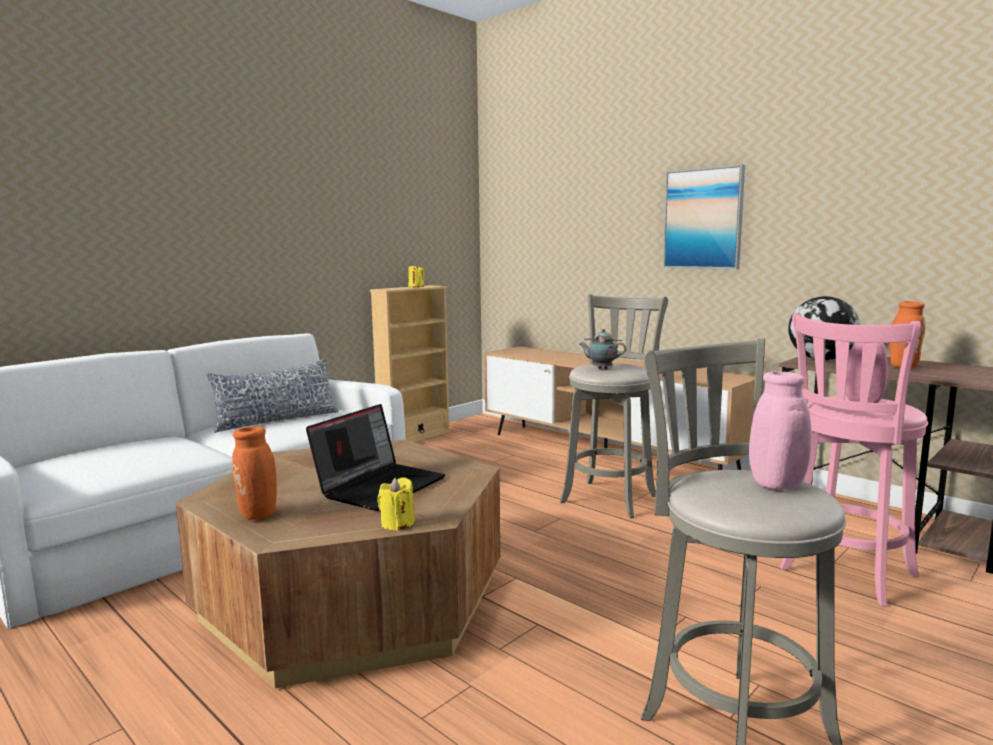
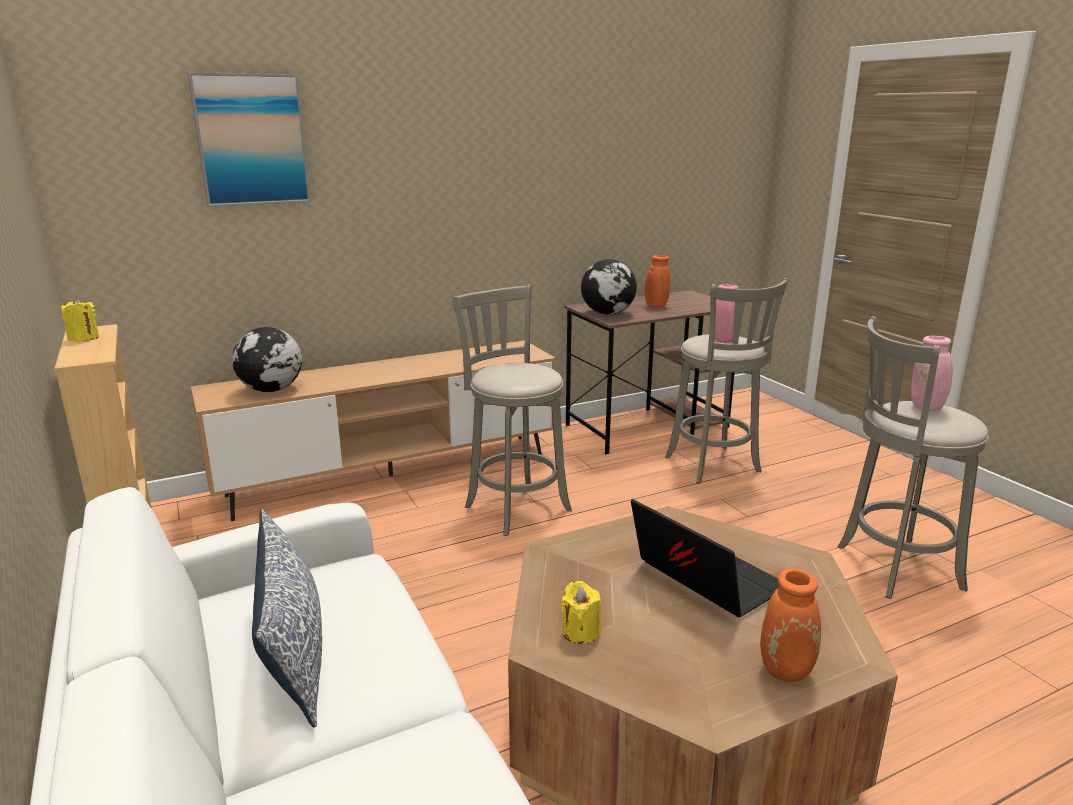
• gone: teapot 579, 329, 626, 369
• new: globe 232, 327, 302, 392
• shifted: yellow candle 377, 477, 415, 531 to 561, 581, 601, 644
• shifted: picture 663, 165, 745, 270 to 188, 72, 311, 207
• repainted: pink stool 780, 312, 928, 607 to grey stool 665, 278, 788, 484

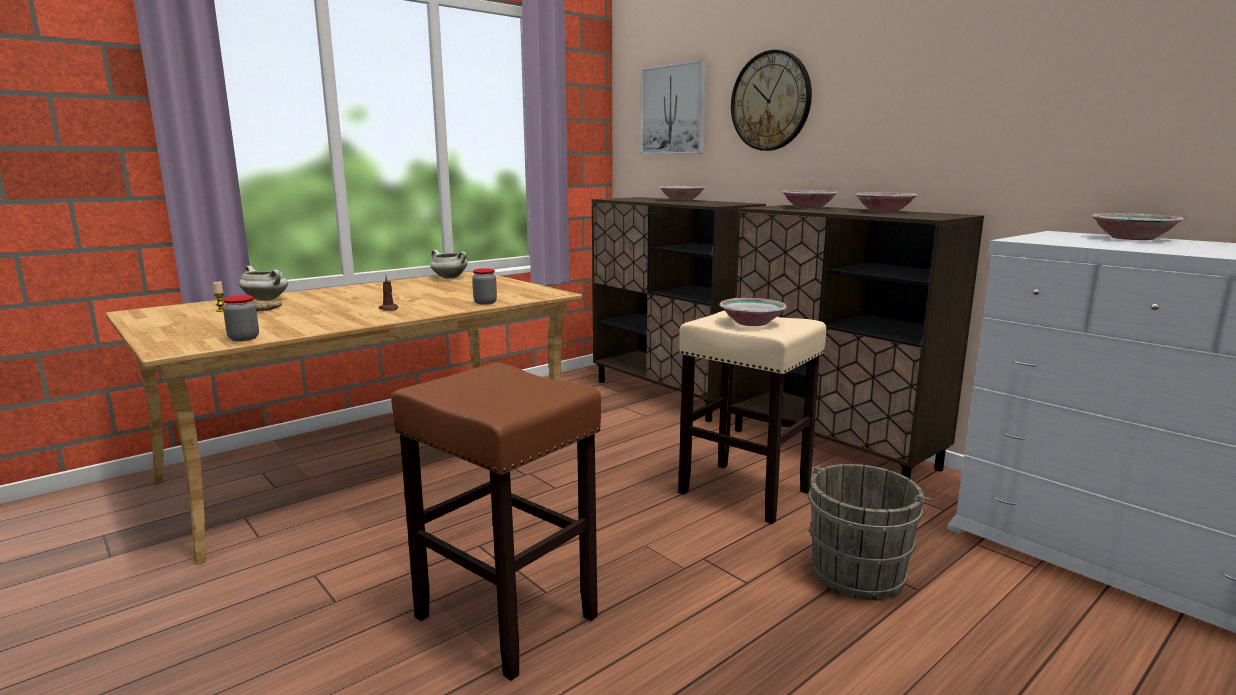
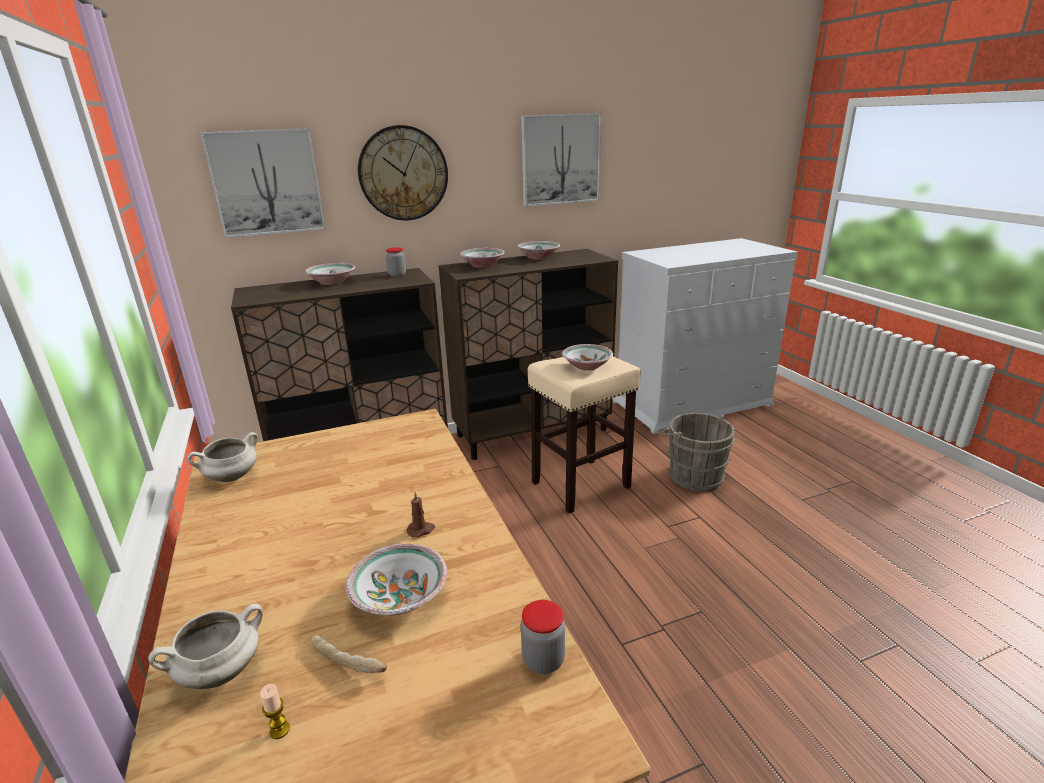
• gone: brown stool 391, 363, 601, 681
• new: picture 521, 113, 602, 207
• shifted: jar 472, 268, 497, 305 to 386, 247, 406, 277
• shifted: bowl 1091, 213, 1184, 240 to 346, 544, 447, 616

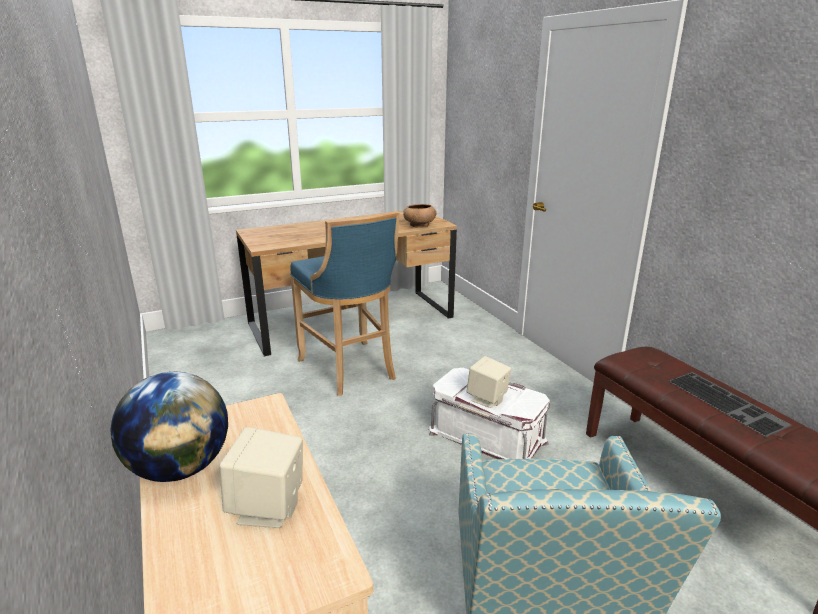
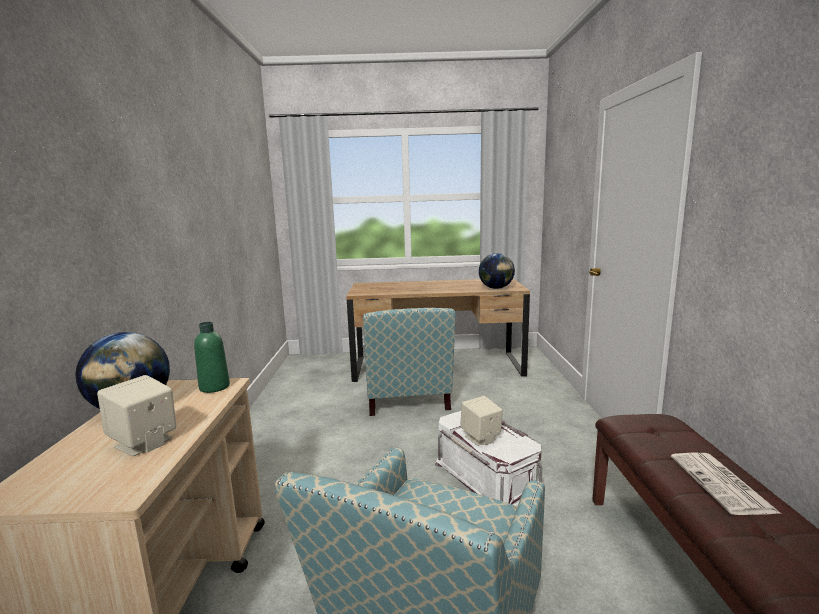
• new: green bottle 194, 322, 230, 393
• swapped: blue stool 290, 211, 399, 396 to armchair 363, 308, 456, 416
• swapped: brown bowl 403, 204, 436, 228 to globe 479, 253, 515, 289
• swapped: keyboard 669, 372, 791, 437 to newspaper 671, 453, 780, 515

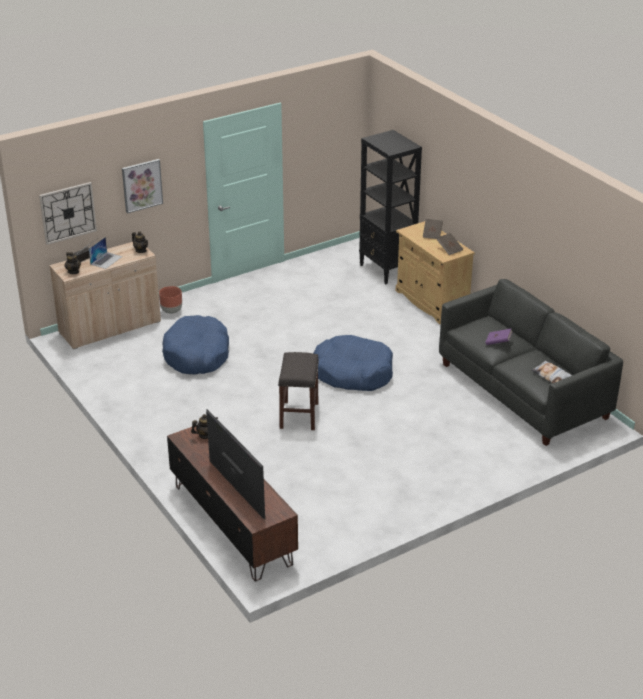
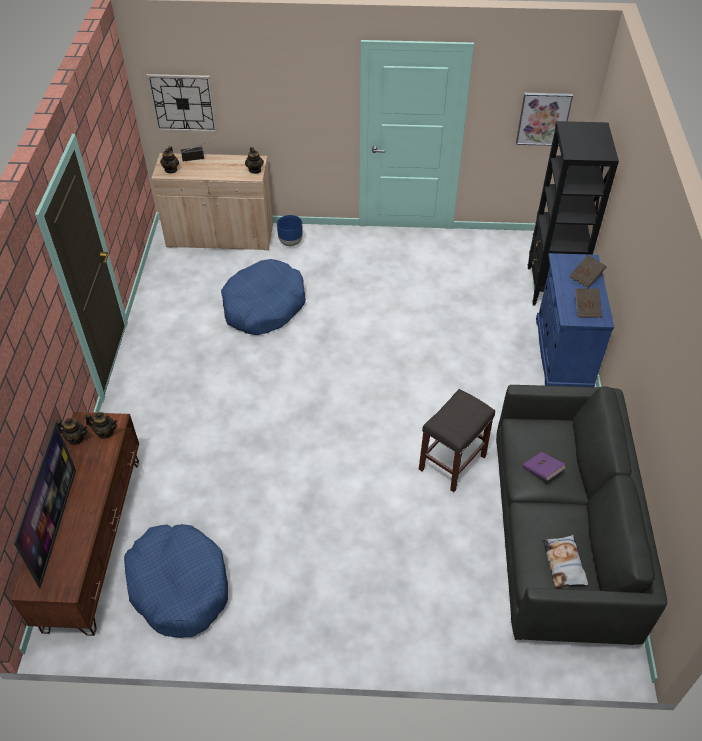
• gone: laptop 89, 237, 122, 269
• new: teapot 55, 418, 87, 445
• shifted: picture 122, 159, 163, 213 to 516, 93, 573, 146
• shifted: grey stool 278, 352, 319, 430 to 419, 389, 495, 492
• shifted: blue dog bed 313, 335, 393, 391 to 124, 524, 228, 638
• repainted: brown planter 159, 286, 182, 314 to blue planter 277, 215, 303, 246
• repainted: beige cabinet 396, 221, 475, 325 to blue cabinet 536, 253, 614, 387

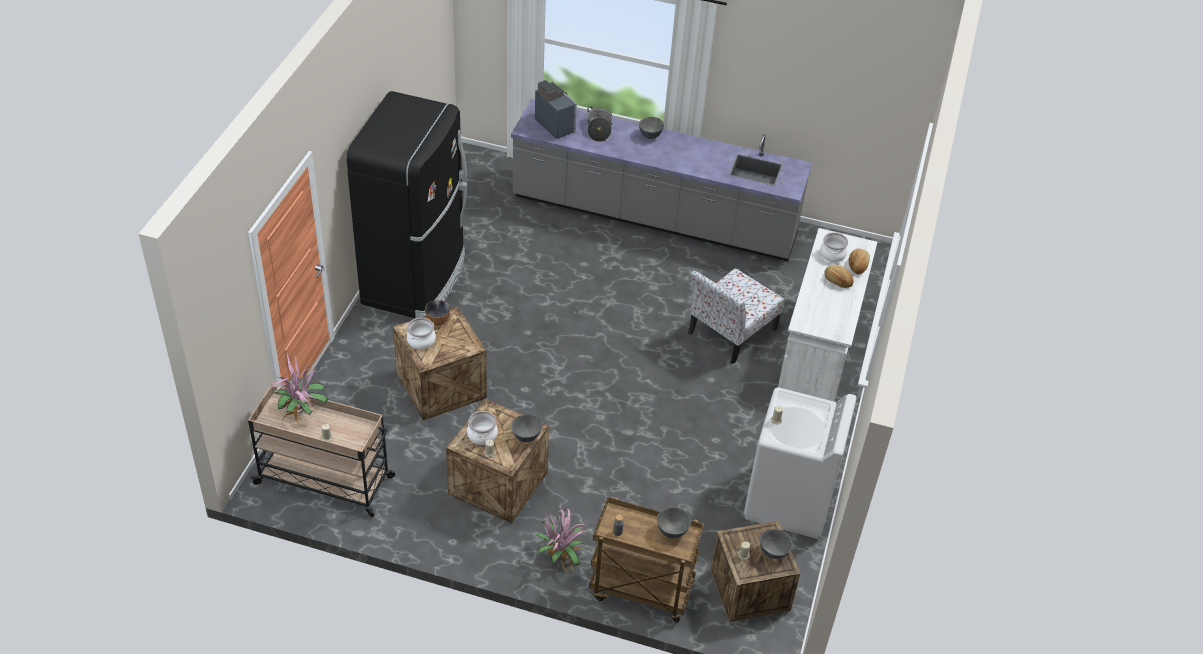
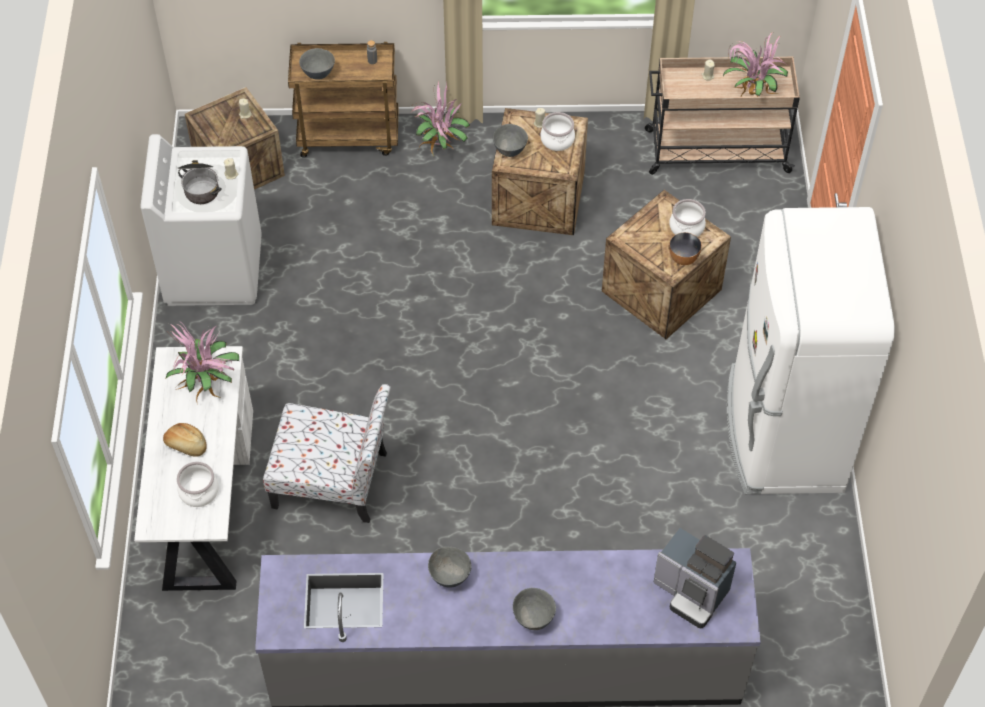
• gone: bread 849, 248, 870, 274
• new: potted plant 166, 319, 239, 401
• shifted: cooking pot 587, 106, 612, 142 to 178, 160, 221, 204
• shifted: grey bowl 760, 529, 792, 559 to 428, 547, 472, 588
• repainted: black fridge 347, 91, 467, 318 to white fridge 727, 207, 895, 494
• rotated: chair 688, 269, 785, 364 = 263, 384, 391, 523 75 degrees clockwise

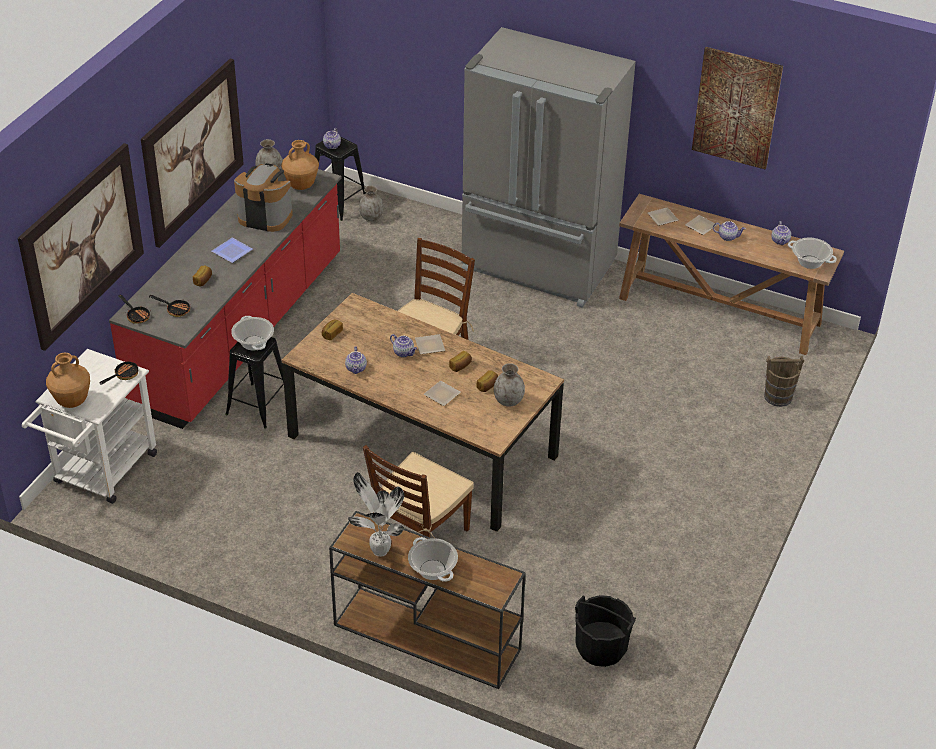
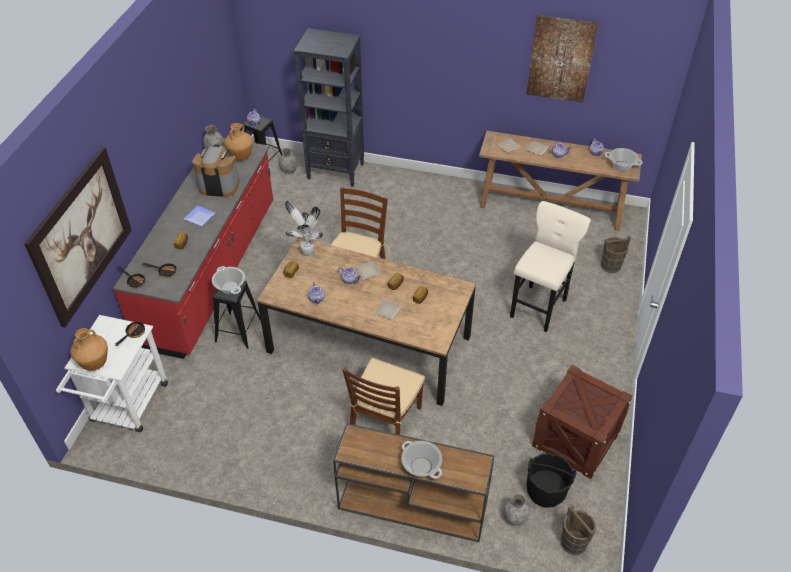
• gone: picture 141, 58, 244, 248
• gone: grey fridge 461, 27, 636, 308
• new: black bookcase 294, 28, 364, 187
• new: beige stool 510, 201, 591, 332
• new: crate 532, 365, 633, 479
• new: brown bucket 561, 505, 596, 555
• shifted: potted plant 348, 472, 404, 557 to 285, 201, 323, 257
• shifted: grey vase 494, 363, 525, 407 to 503, 493, 530, 526

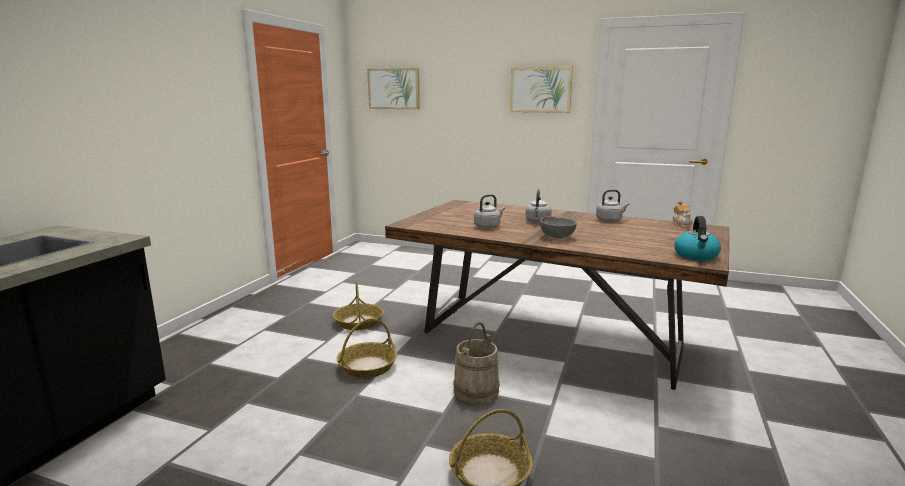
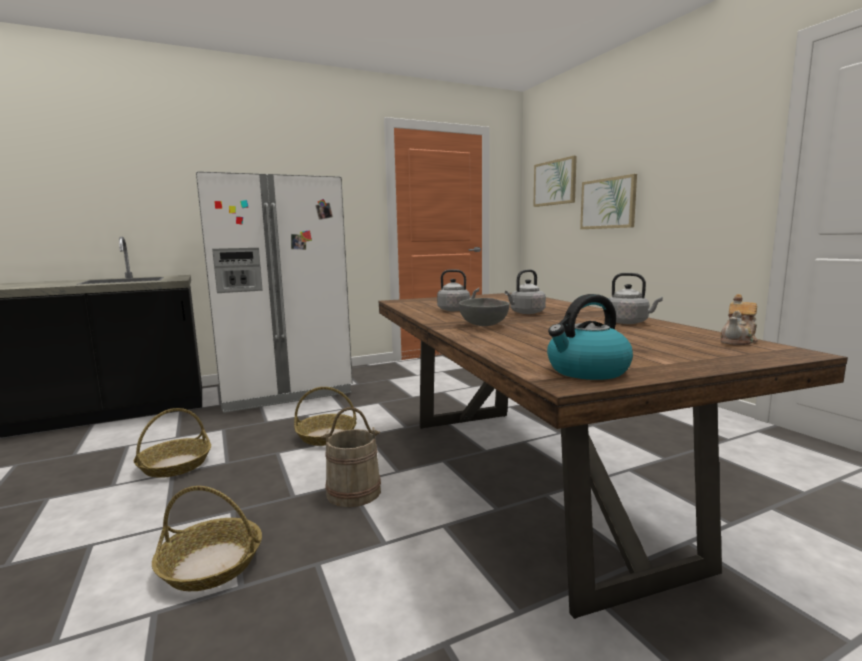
• new: white fridge 196, 171, 353, 413
• shifted: basket 333, 281, 384, 330 to 134, 408, 211, 478
• shifted: picture 510, 67, 573, 113 to 580, 174, 637, 229

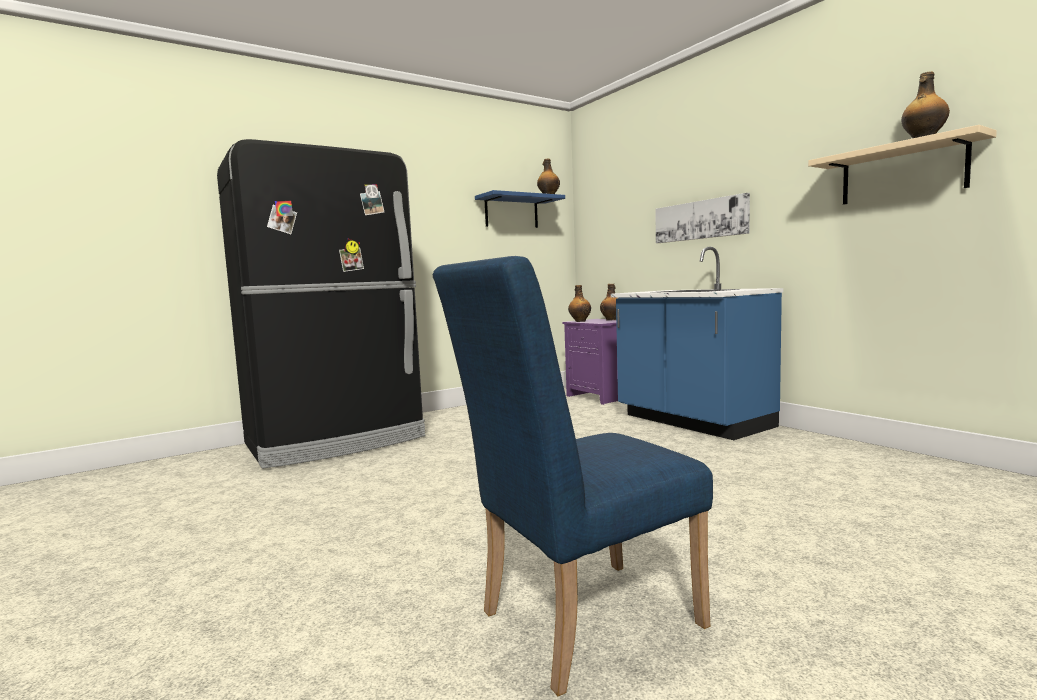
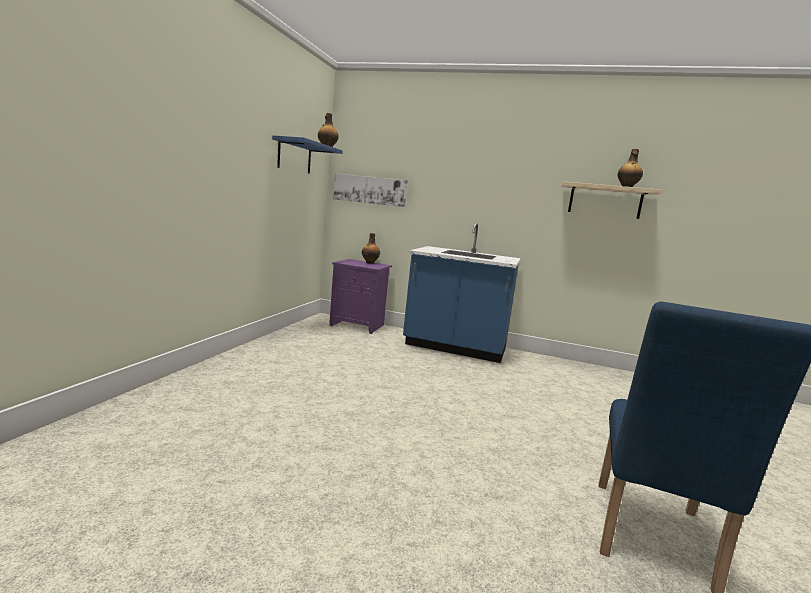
• gone: black fridge 217, 139, 425, 468
• gone: bottle 568, 285, 591, 322
• shifted: picture 655, 193, 750, 243 to 333, 174, 408, 207

